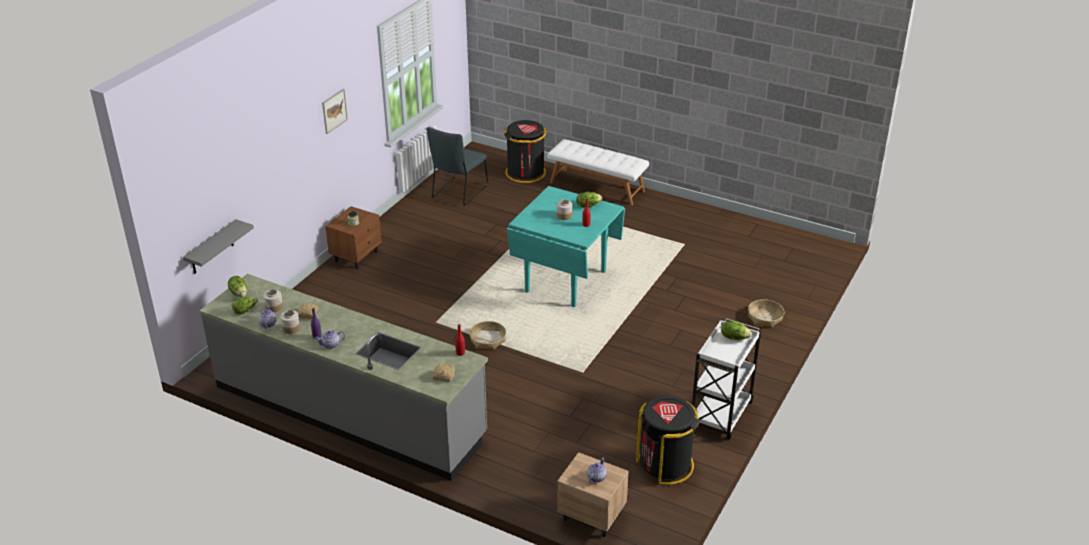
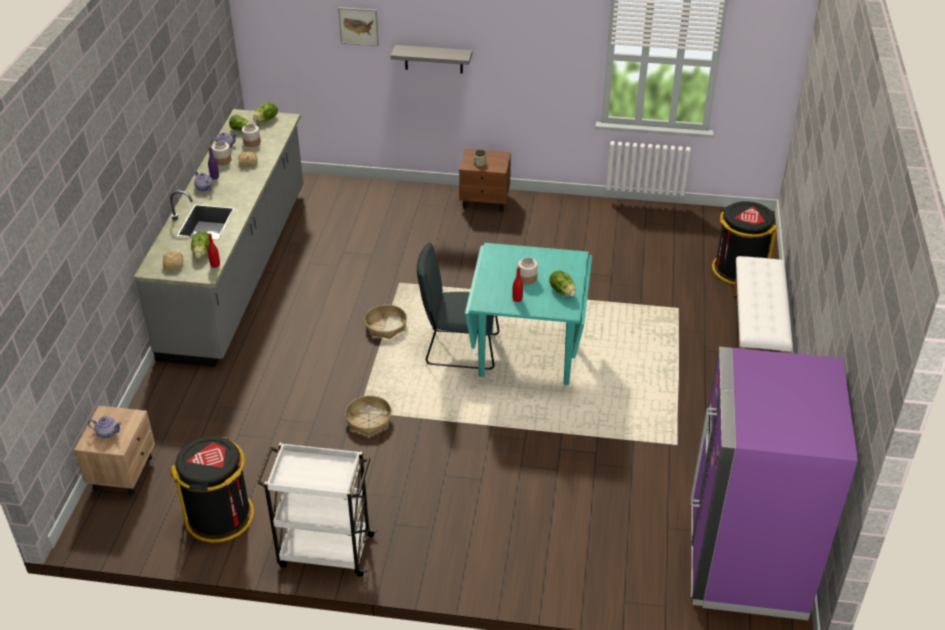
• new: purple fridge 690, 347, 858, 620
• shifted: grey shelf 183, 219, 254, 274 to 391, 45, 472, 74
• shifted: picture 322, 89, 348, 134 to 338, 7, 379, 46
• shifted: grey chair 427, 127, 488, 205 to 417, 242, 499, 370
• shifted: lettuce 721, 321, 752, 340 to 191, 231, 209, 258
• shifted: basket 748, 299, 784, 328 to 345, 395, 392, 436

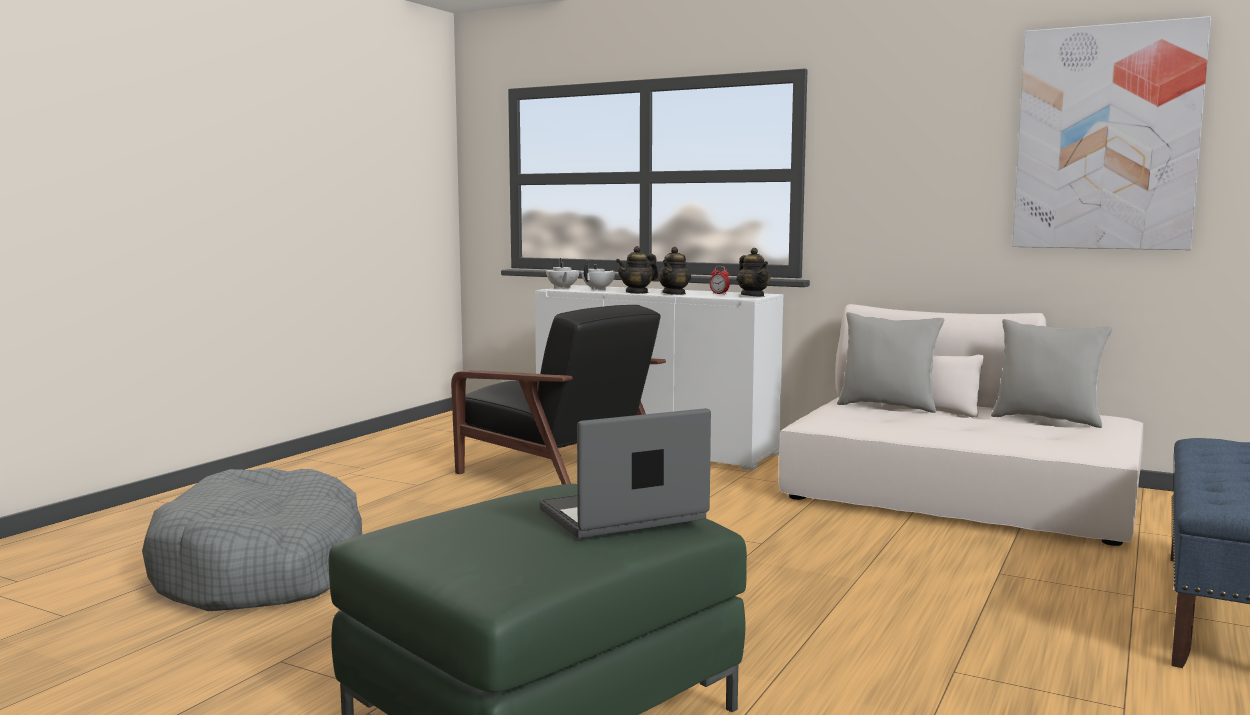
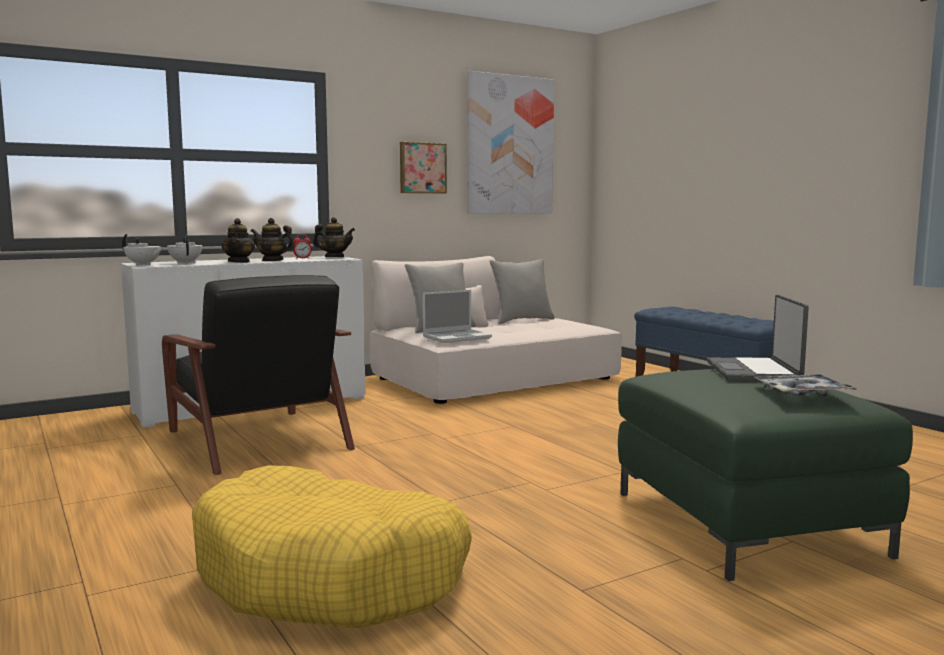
• new: picture 400, 142, 447, 194
• new: laptop 423, 290, 492, 343
• new: tray 755, 374, 857, 396
• repainted: grey dog bed 142, 467, 362, 611 to yellow dog bed 192, 465, 472, 628
• rotated: black armchair 451, 305, 666, 485 = 162, 275, 355, 475 75 degrees clockwise
• rotated: teapot 658, 247, 691, 295 = 251, 218, 295, 261 135 degrees clockwise

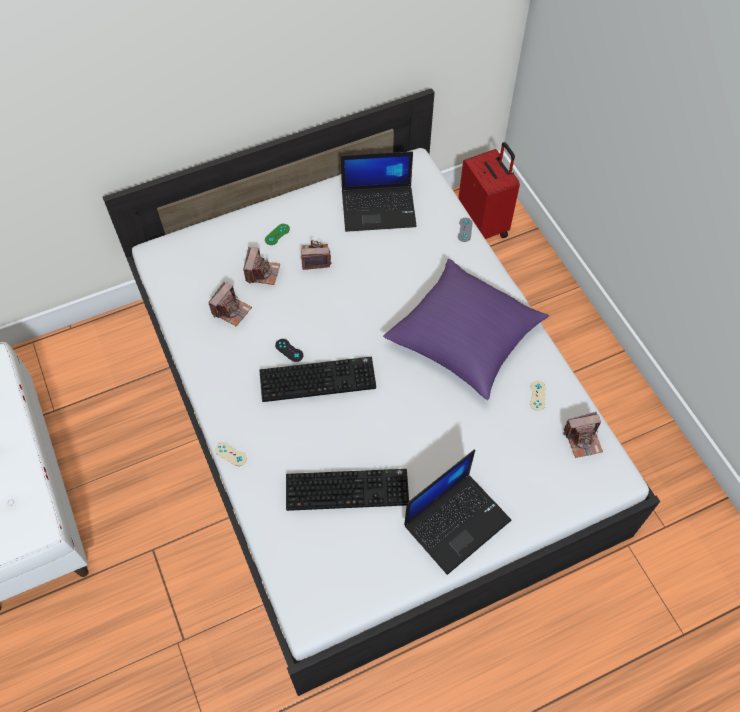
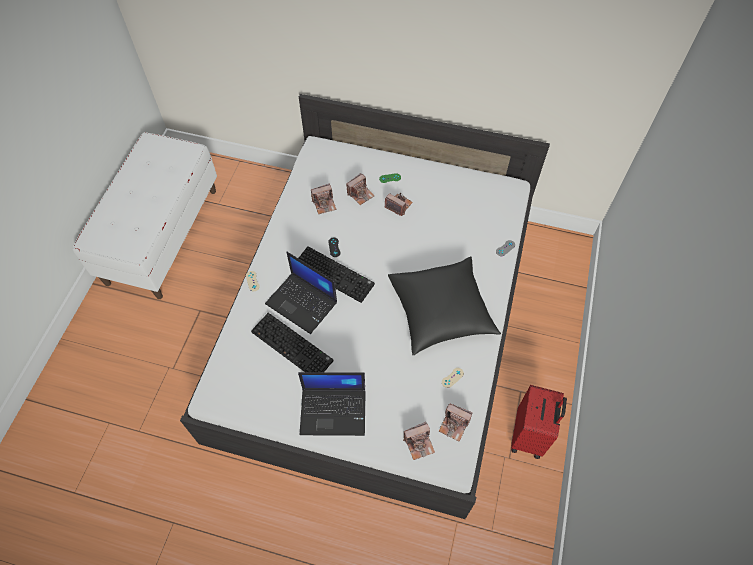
• new: photo camera 403, 422, 435, 460
• shifted: laptop 341, 151, 417, 232 to 265, 252, 337, 334
• shifted: red suitcase 458, 142, 520, 239 to 511, 385, 567, 459
• repainted: purple pillow 383, 259, 549, 400 to black pillow 388, 256, 501, 355

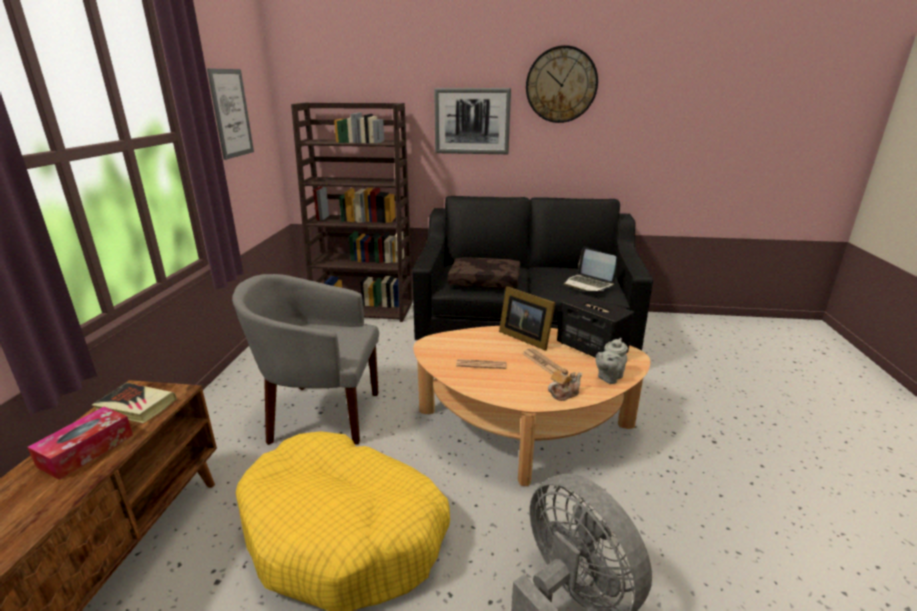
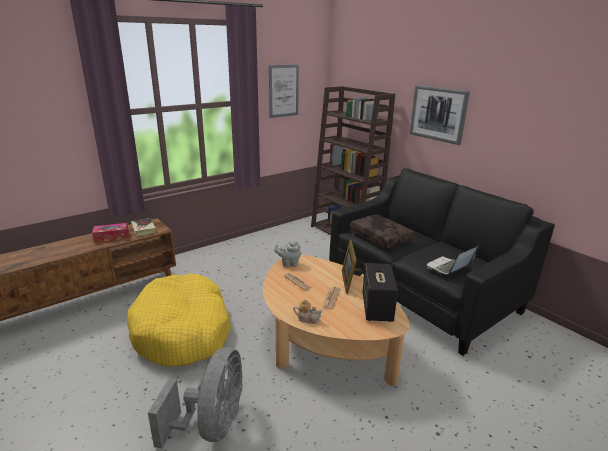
• gone: grey armchair 232, 274, 379, 445
• gone: wall clock 526, 45, 598, 123
• shifted: grey teapot 595, 338, 628, 384 to 274, 241, 301, 267
• rotated: laptop 564, 247, 617, 291 = 427, 245, 479, 275 45 degrees clockwise

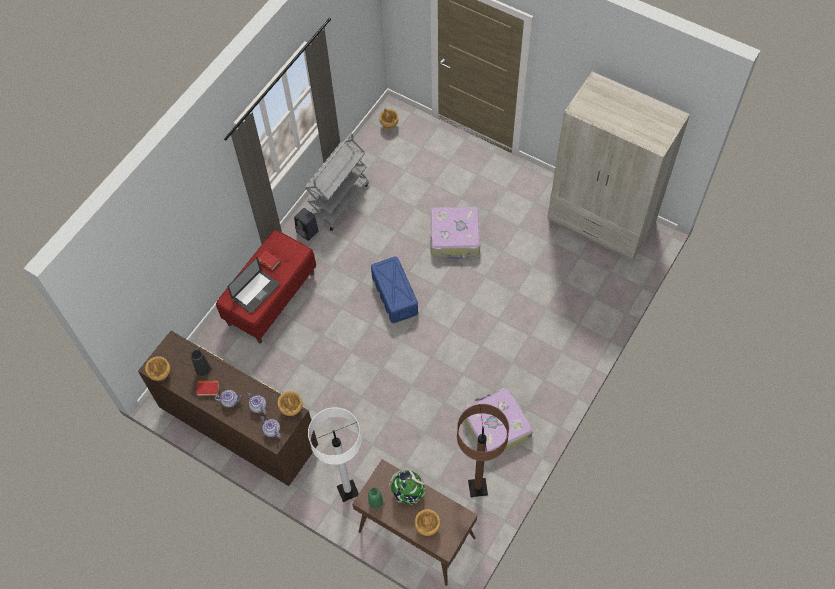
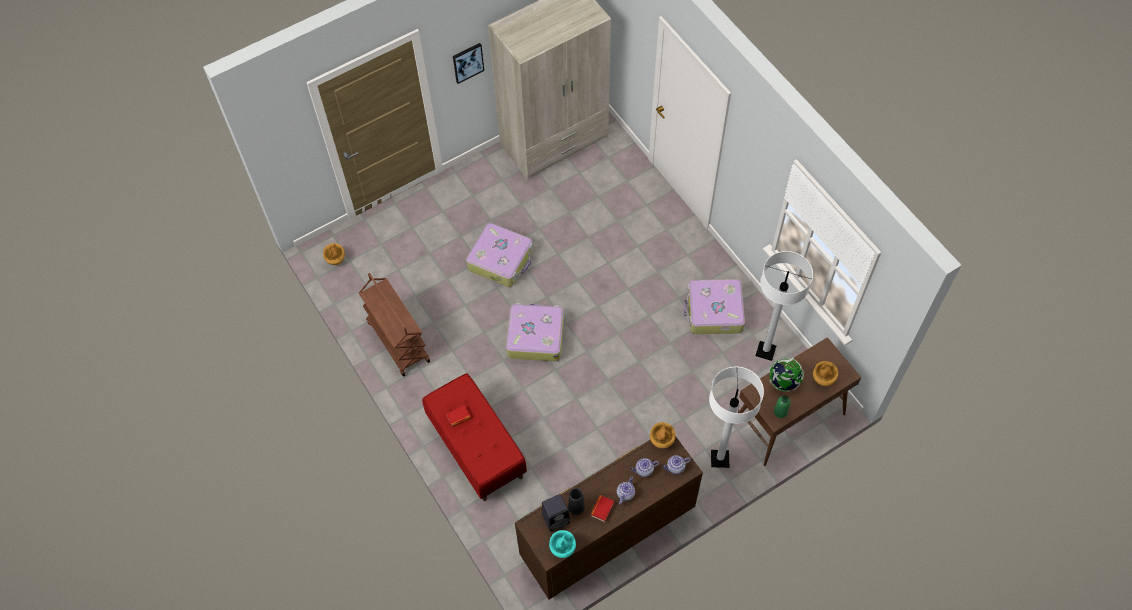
• gone: laptop 228, 257, 280, 314
• new: picture 453, 43, 484, 84
• shifted: black speaker 294, 208, 319, 241 to 542, 494, 570, 532
• swapped: blue storage box 371, 256, 418, 323 to suitcase 506, 303, 564, 361
• repainted: brown vase 145, 356, 170, 381 to turquoise vase 549, 530, 576, 558
• repainted: grey cart 305, 133, 369, 231 to brown cart 359, 273, 430, 377
• repainted: brown floor lamp 457, 404, 509, 497 to white floor lamp 755, 251, 813, 361

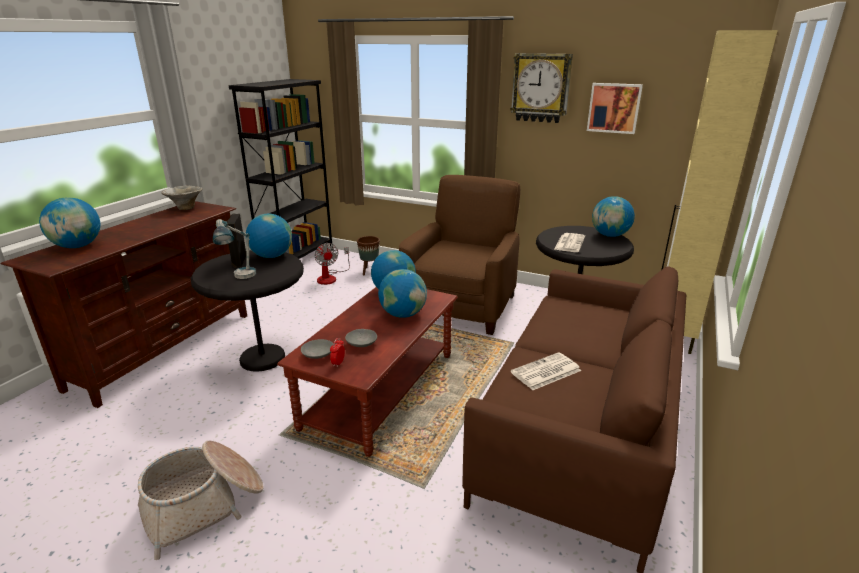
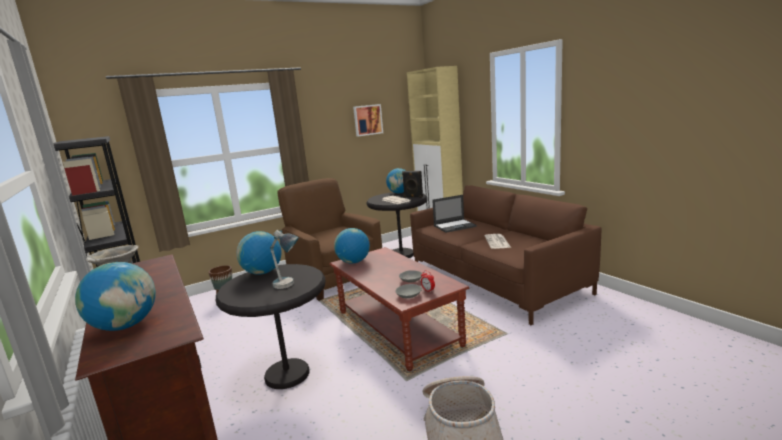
• gone: fan 315, 243, 350, 285
• gone: globe 378, 269, 427, 318
• gone: wall clock 511, 53, 573, 123
• new: laptop 432, 195, 477, 233
• shifted: black speaker 227, 214, 246, 268 to 402, 171, 423, 198

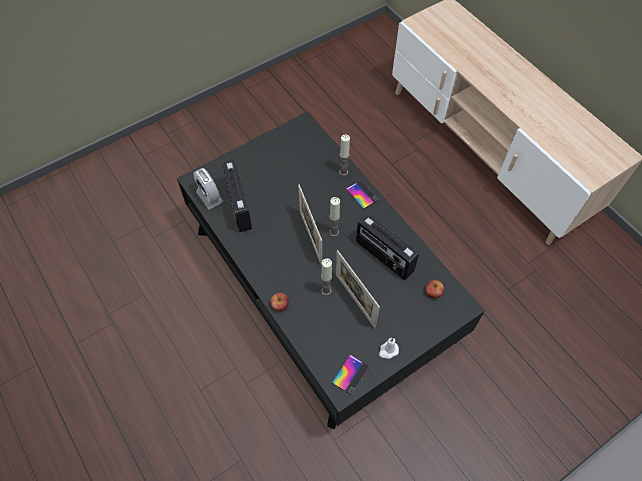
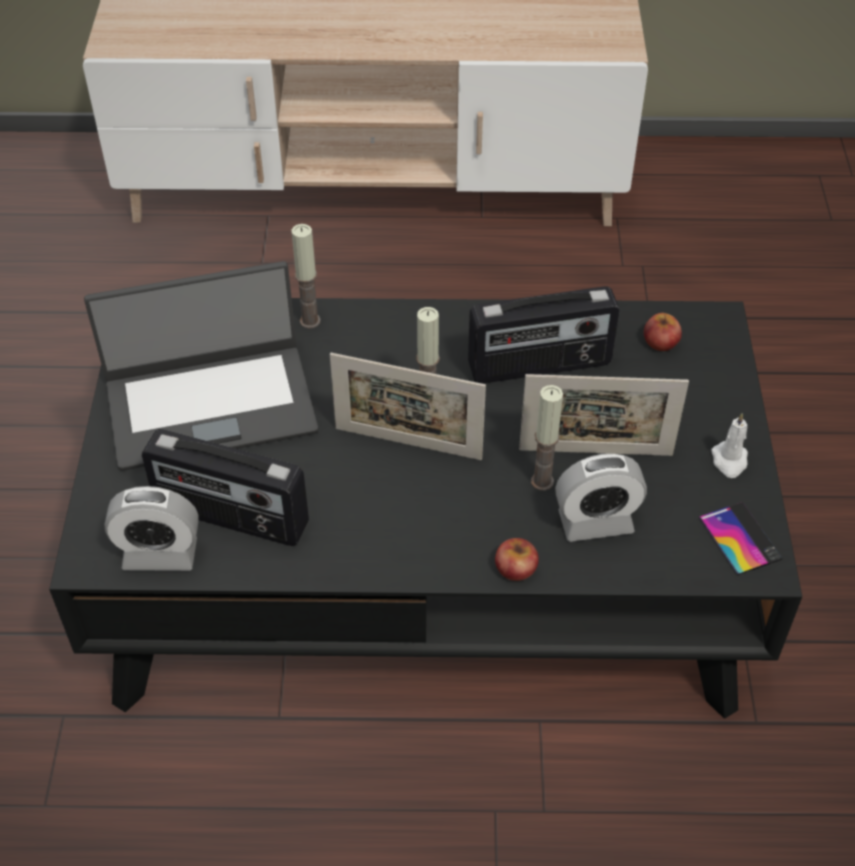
• gone: phone 346, 180, 379, 209
• new: laptop 84, 261, 318, 471
• new: alarm clock 555, 453, 647, 542

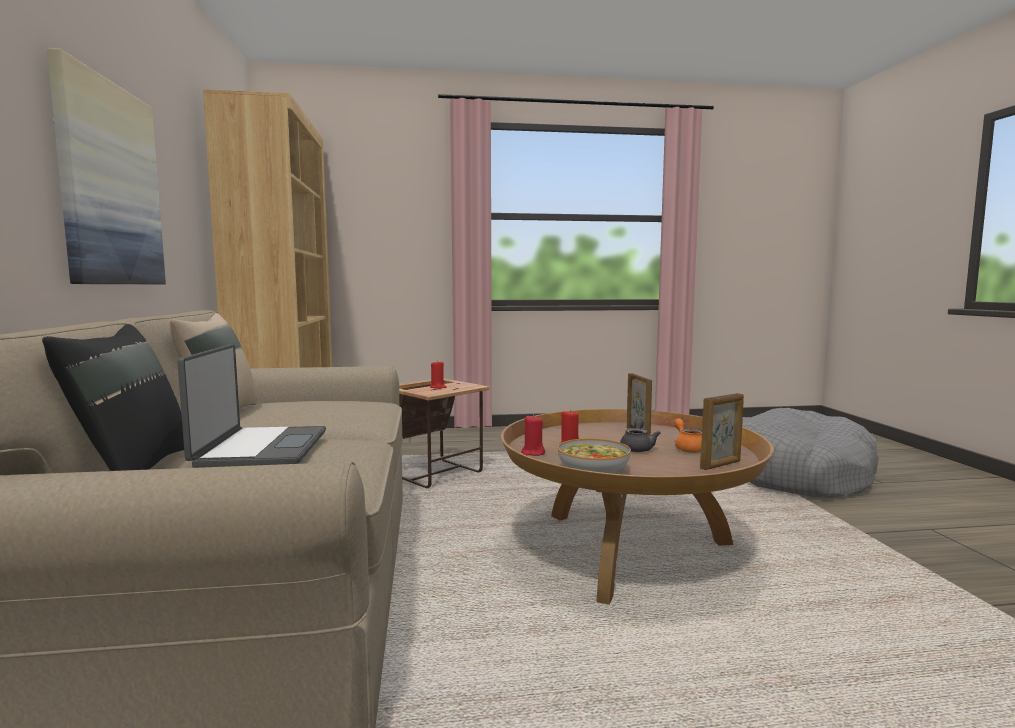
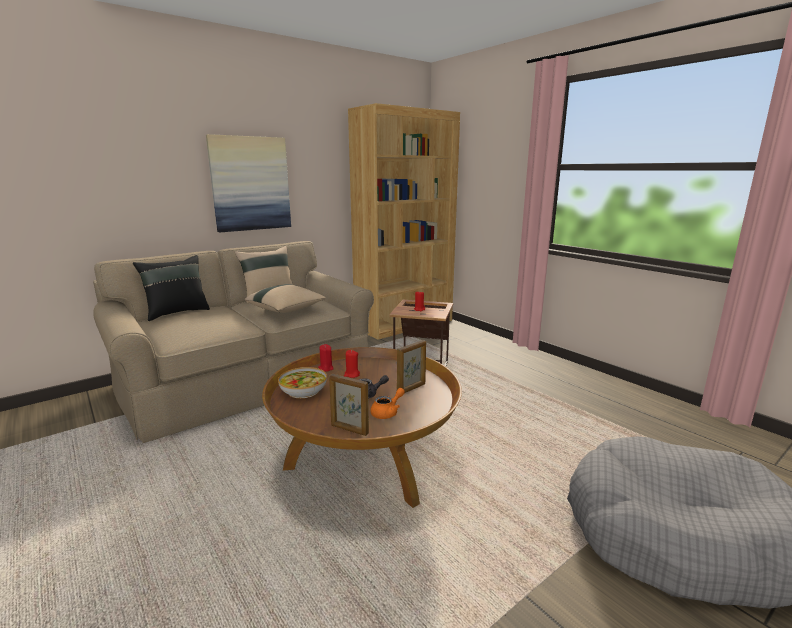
• gone: laptop 178, 344, 326, 468
• new: beige pillow 244, 284, 326, 313

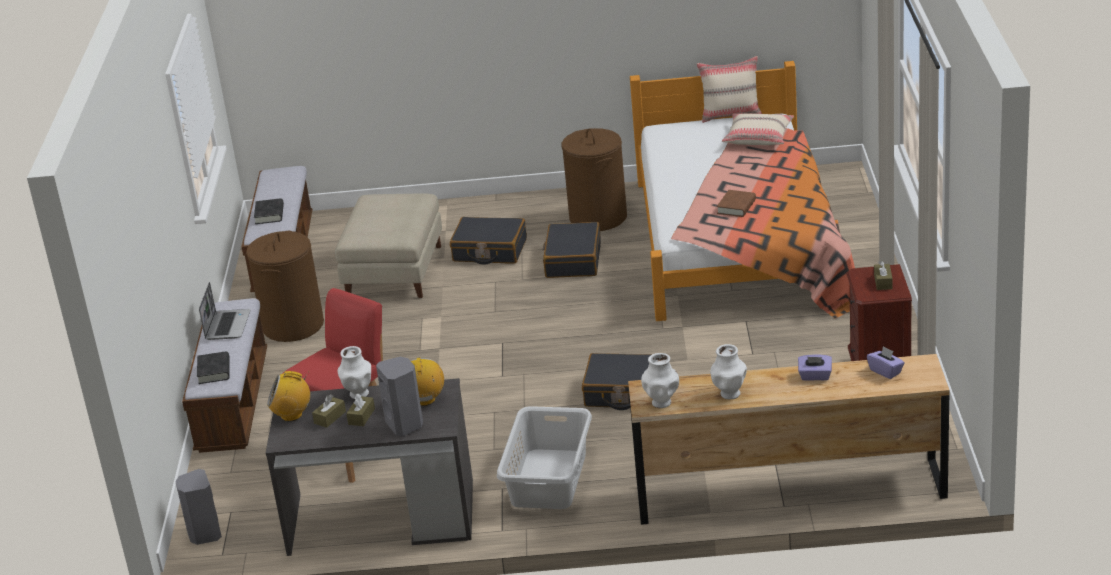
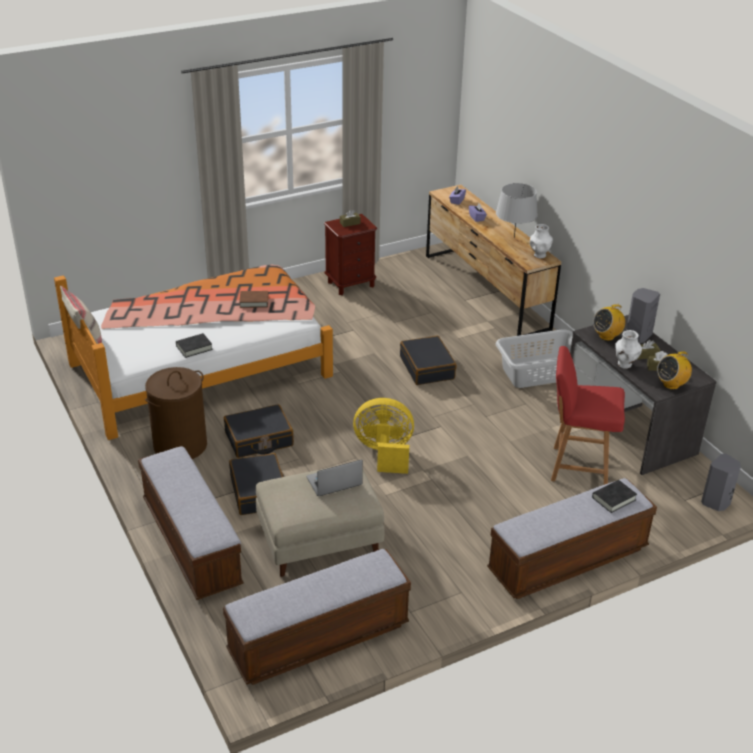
• gone: brown laundry basket 246, 230, 324, 342
• gone: beige pillow 722, 113, 794, 145
• new: bench 138, 446, 244, 600
• new: yellow fan 353, 398, 414, 474
• shifted: laptop 199, 282, 251, 340 to 306, 460, 363, 496
• shifted: black book 254, 198, 284, 224 to 176, 333, 213, 358
• swapped: white vase 710, 344, 747, 399 to grey table lamp 496, 183, 538, 238
• rotated: radio 267, 371, 310, 421 = 657, 351, 692, 390 90 degrees clockwise

